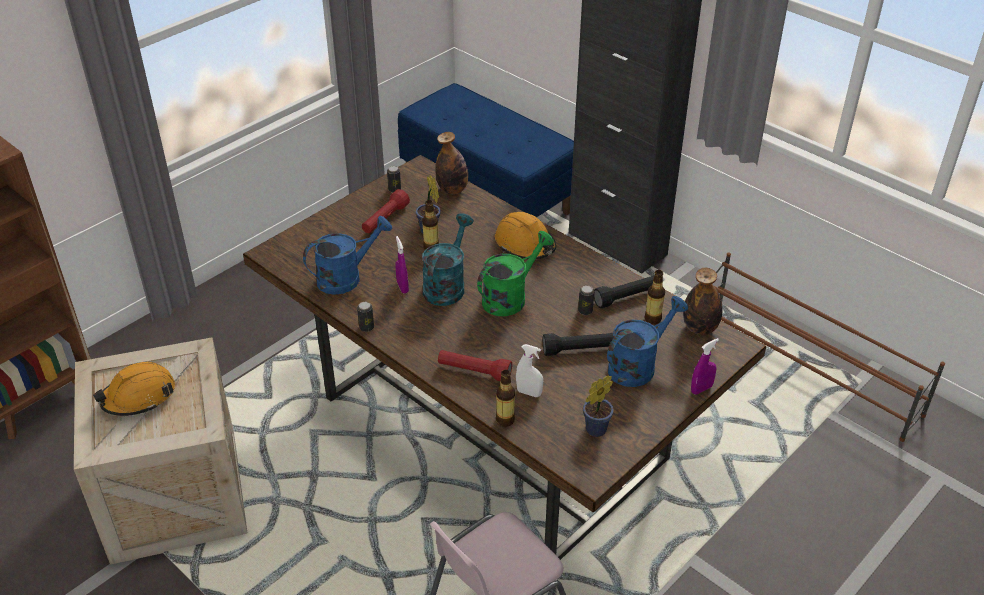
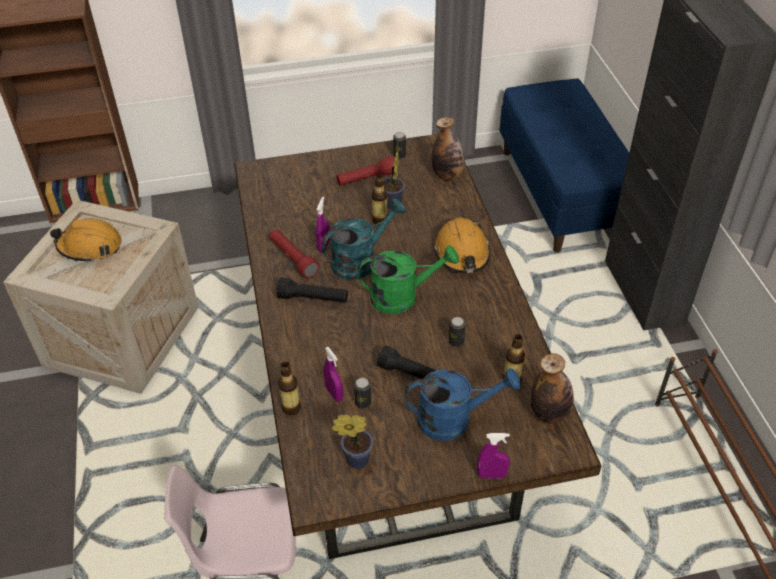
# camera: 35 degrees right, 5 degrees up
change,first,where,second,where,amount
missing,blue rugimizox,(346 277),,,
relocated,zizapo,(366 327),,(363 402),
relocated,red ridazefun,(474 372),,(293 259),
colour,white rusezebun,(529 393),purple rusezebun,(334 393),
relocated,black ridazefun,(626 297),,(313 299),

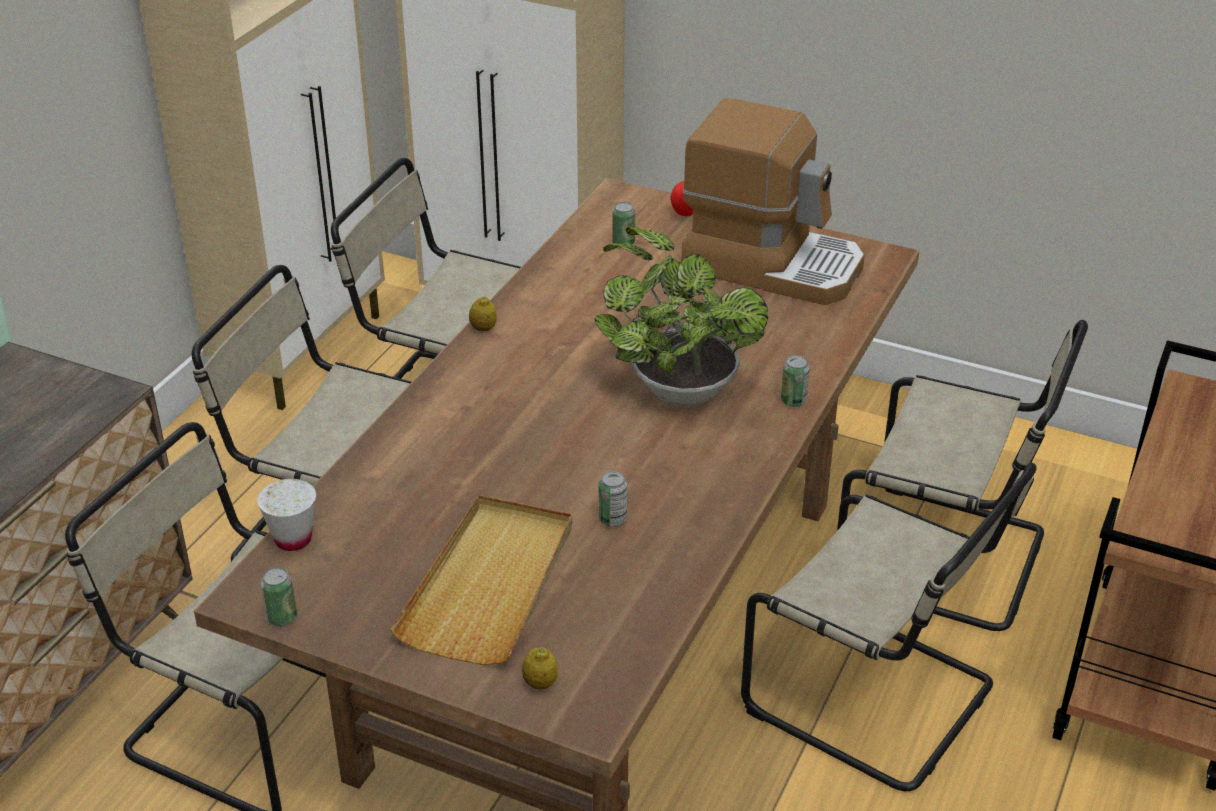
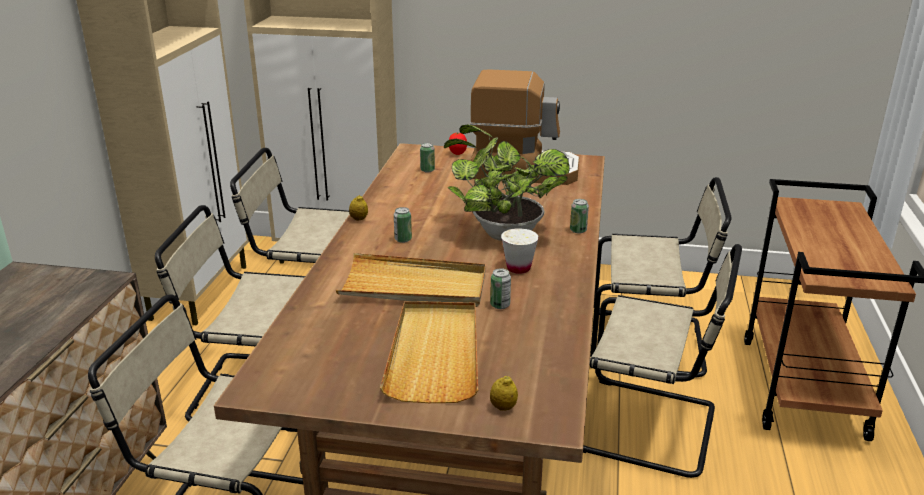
# camera: 15 degrees left, 10 degrees down
change,first,where,second,where,amount
relocated,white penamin,(293 539),,(518 268),
relocated,zizapo,(282 617),,(403 239),
appeared,,,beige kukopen,(414 286),

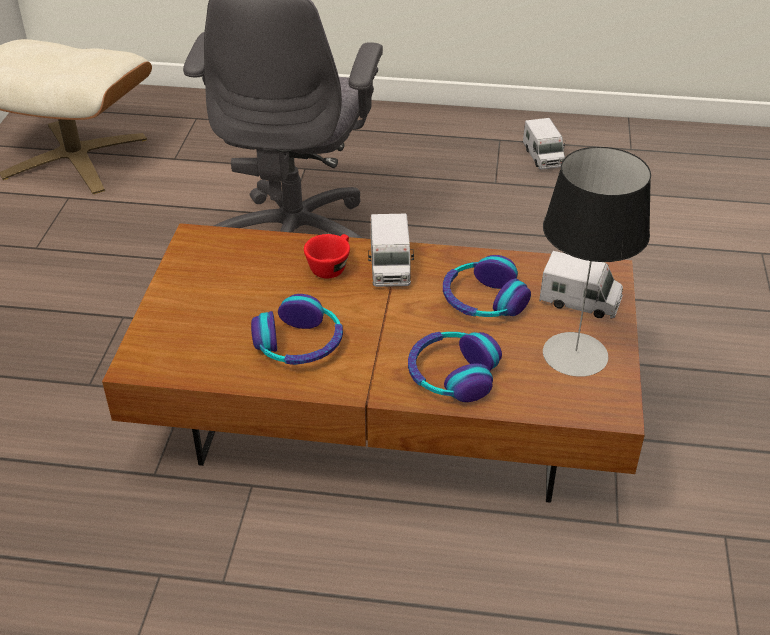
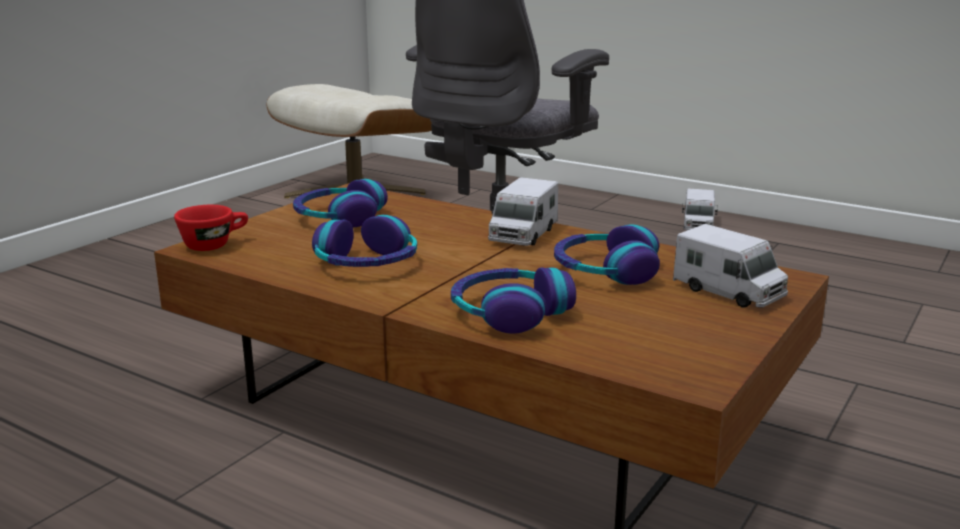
# camera: 25 degrees right, 20 degrees down
change,first,where,second,where,amount
relocated,red penamin,(330 266),,(214 244),
relocated,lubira,(543 156),,(697 225),
missing,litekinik,(575 355),,,
appeared,,,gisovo,(339 218),

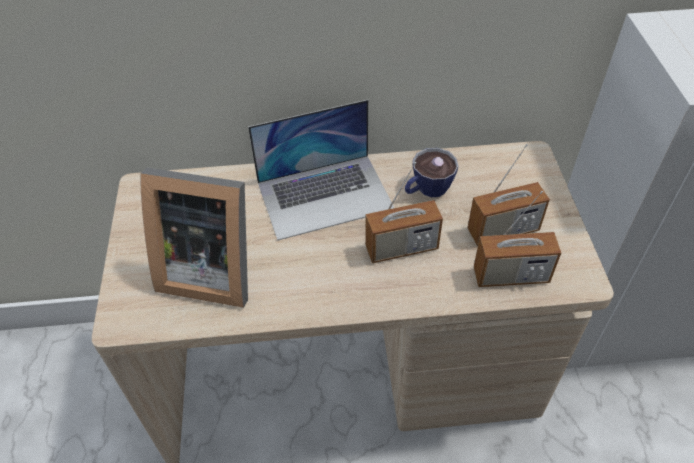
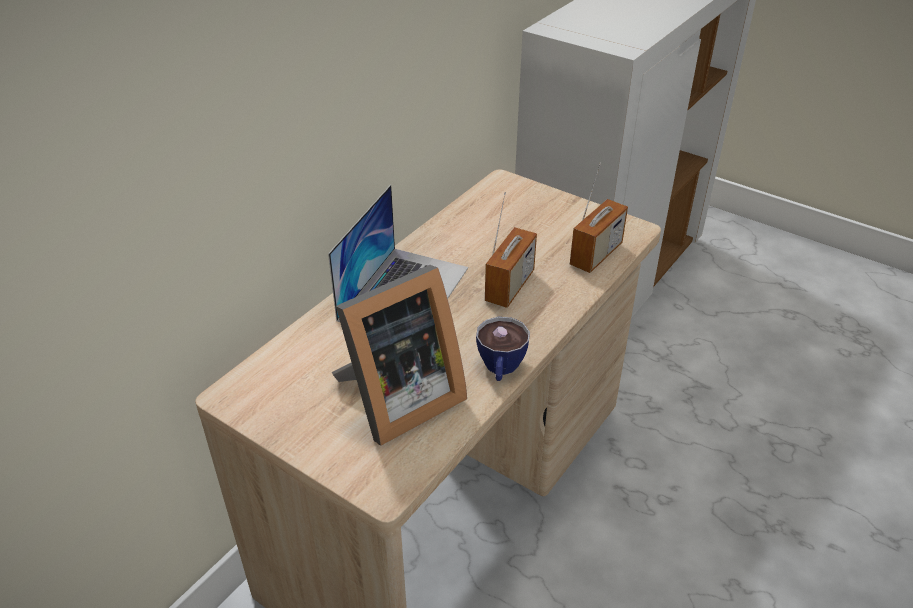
# camera: 50 degrees left, 10 degrees down
change,first,where,second,where,amount
relocated,penamin,(426 190),,(500 369),
missing,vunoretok,(503 230),,,

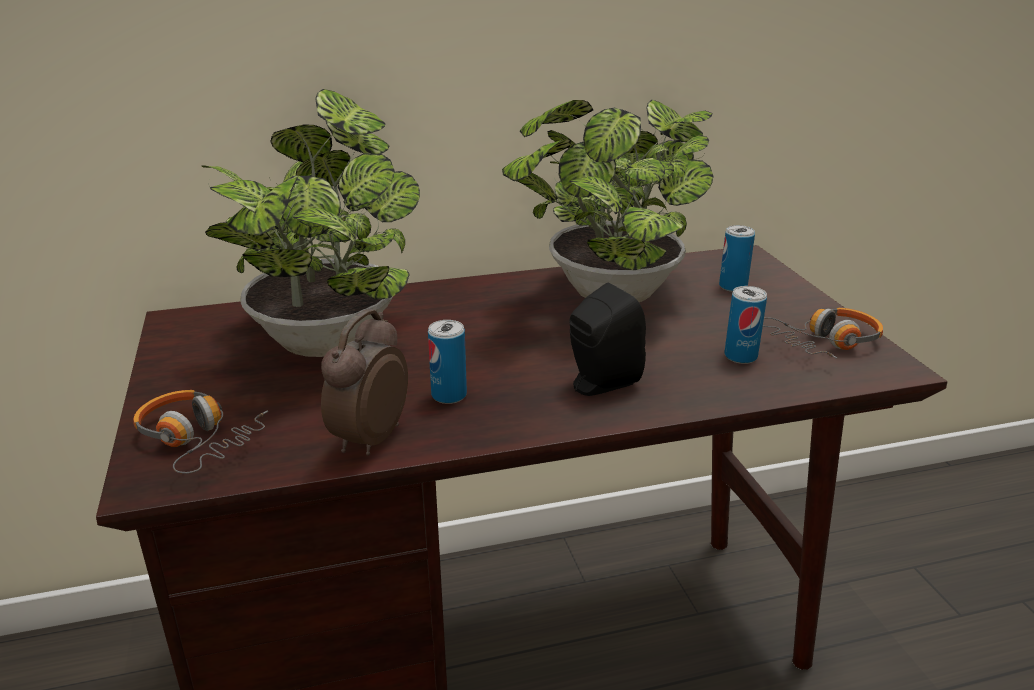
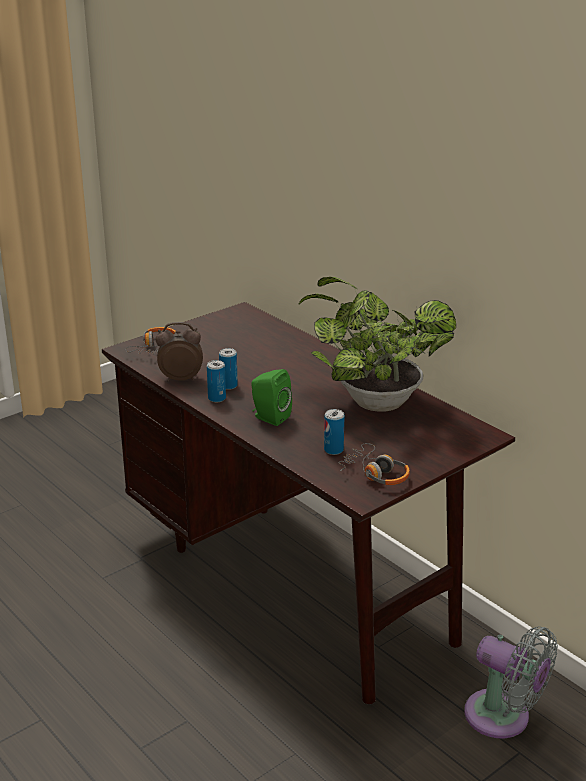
# camera: 65 degrees right, 0 degrees up
change,first,where,second,where,amount
missing,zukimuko,(329 336),,,
colour,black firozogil,(599 384),green firozogil,(269 417),
relocated,zizapo,(733 286),,(217 398),
appeared,,,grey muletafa,(503 718),

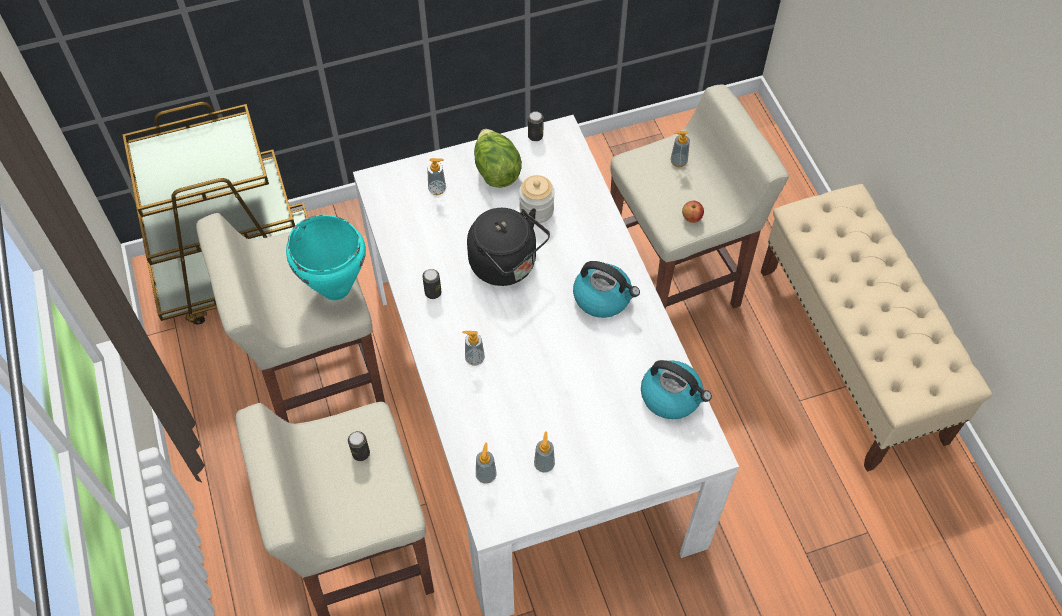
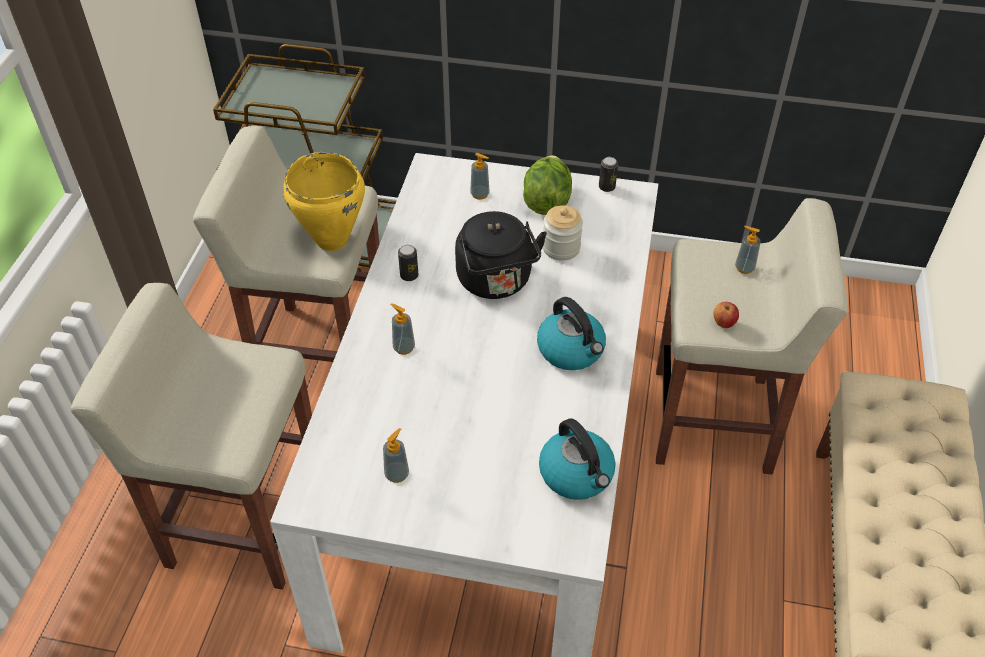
# camera: 30 degrees right, 10 degrees down
change,first,where,second,where,amount
colour,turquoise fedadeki,(336 288),yellow fedadeki,(332 241),
missing,zizapo,(361 453),,,
missing,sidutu,(486 475),,,

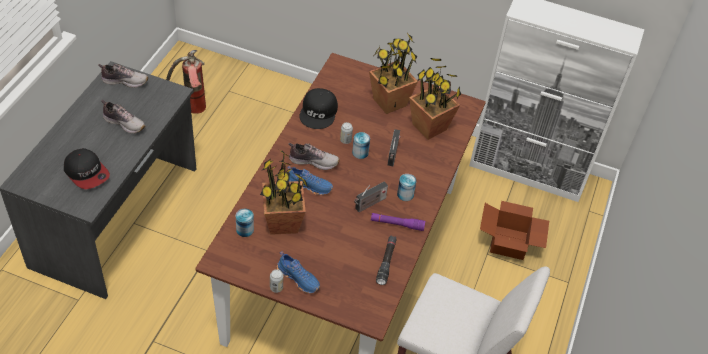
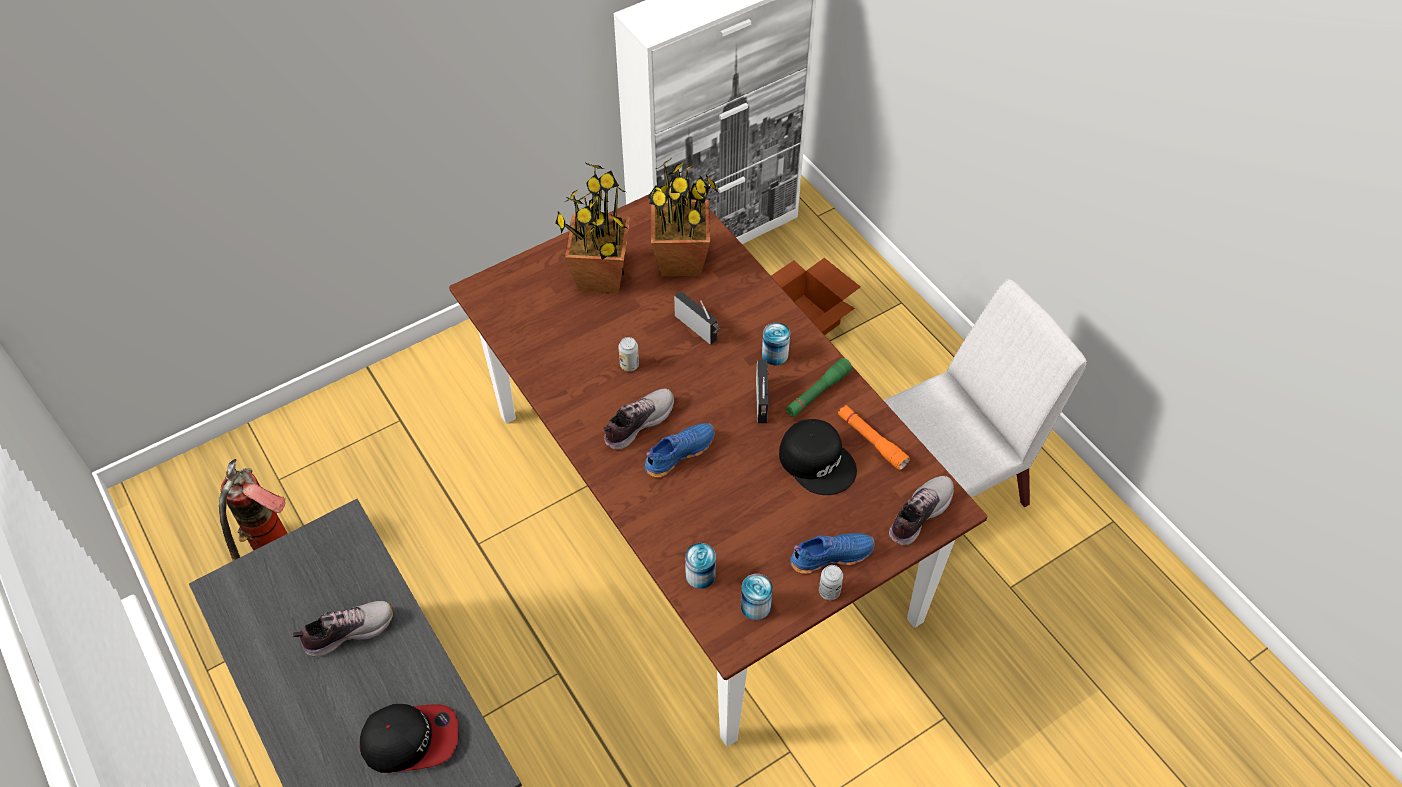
# camera: 50 degrees left, 5 degrees up
change,first,where,second,where,amount
relocated,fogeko,(125 81),,(918 514),
missing,zukimuko,(283 223),,,
relocated,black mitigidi,(319 112),,(818 461),
relocated,zizapo,(360 152),,(755 606),
colour,purple ridazefun,(397 224),green ridazefun,(817 392),
colour,black ridazefun,(386 262),orange ridazefun,(871 441),

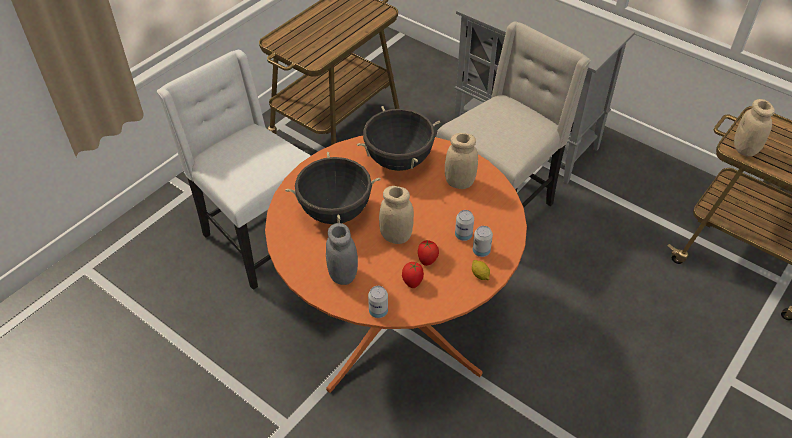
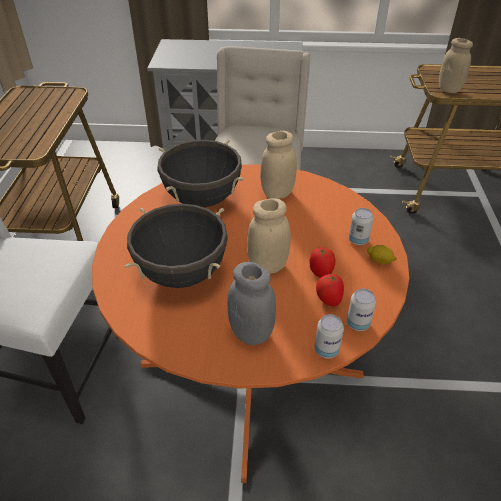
# camera: 35 degrees left, 5 degrees down
change,first,where,second,where,amount
relocated,zizapo,(463 235),,(358 323),

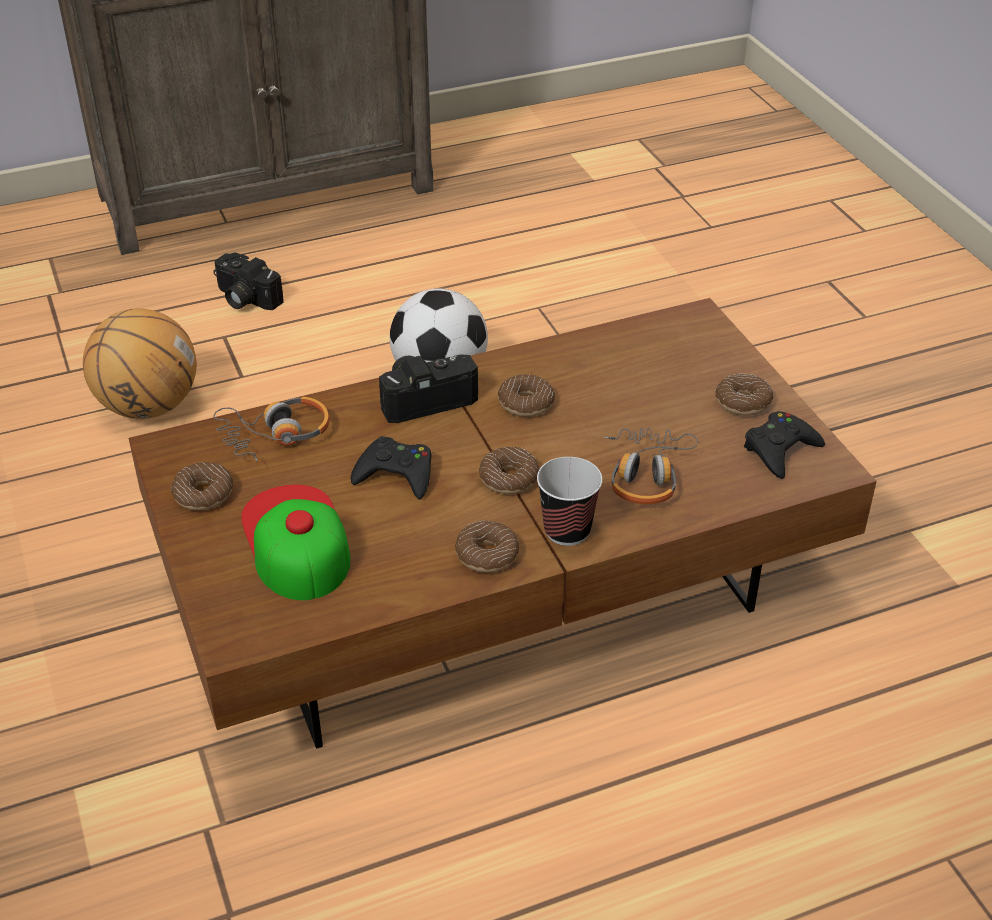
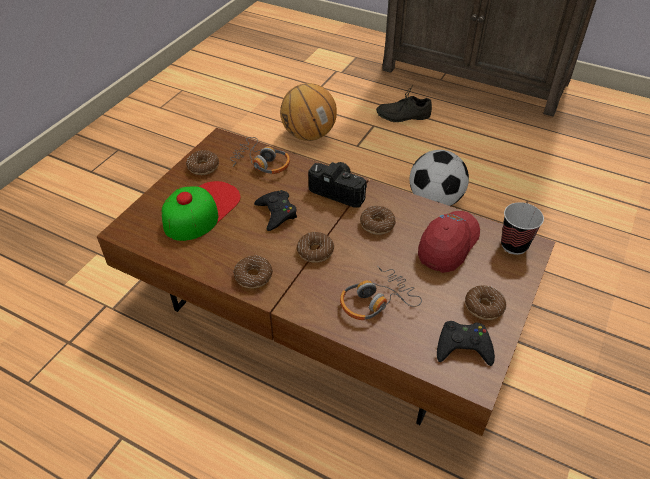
# camera: 50 degrees right, 5 degrees up
change,first,where,second,where,amount
exchanged,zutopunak,(244 298),grey fogeko,(403 115),
relocated,penamin,(567 530),,(514 245),
appeared,,,red mitigidi,(448 245),

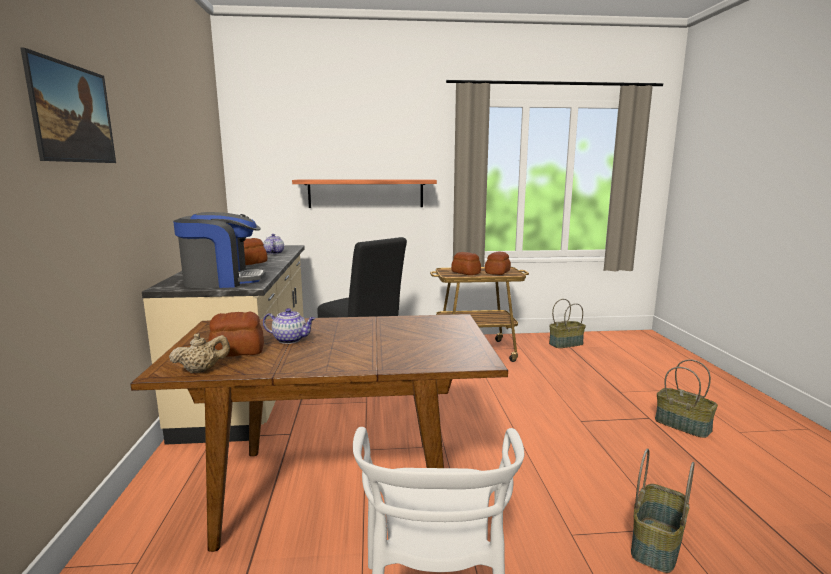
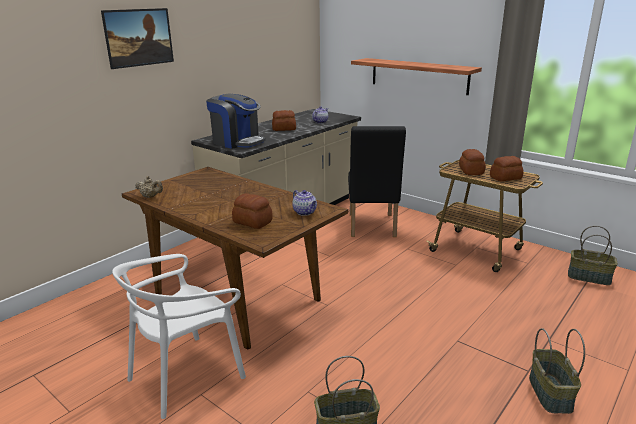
# camera: 45 degrees right, 10 degrees up
change,first,where,second,where,amount
relocated,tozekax,(238 351),,(252 222),
relocated,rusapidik,(291 340),,(305 212),

